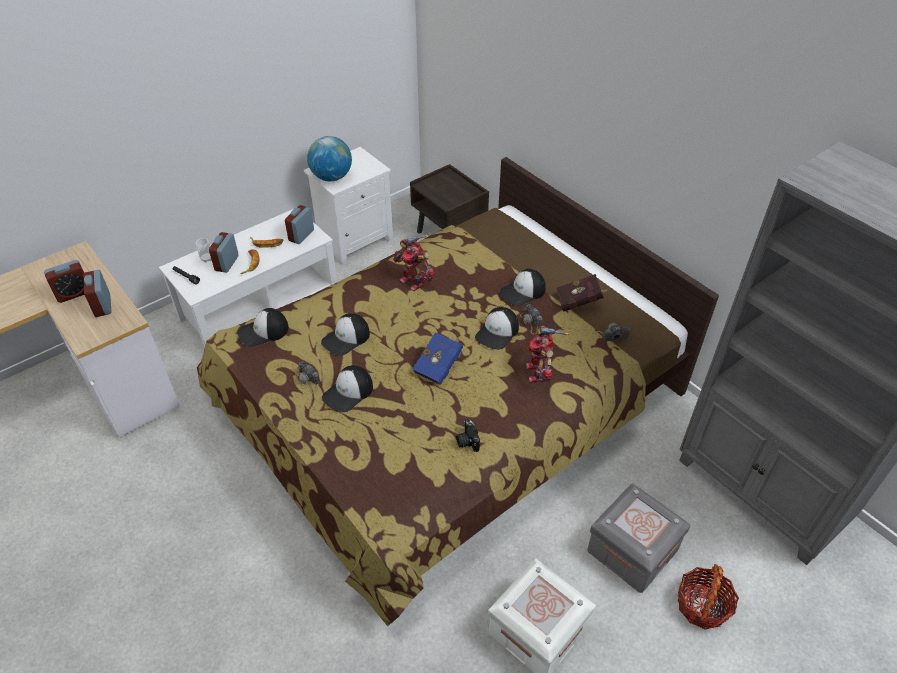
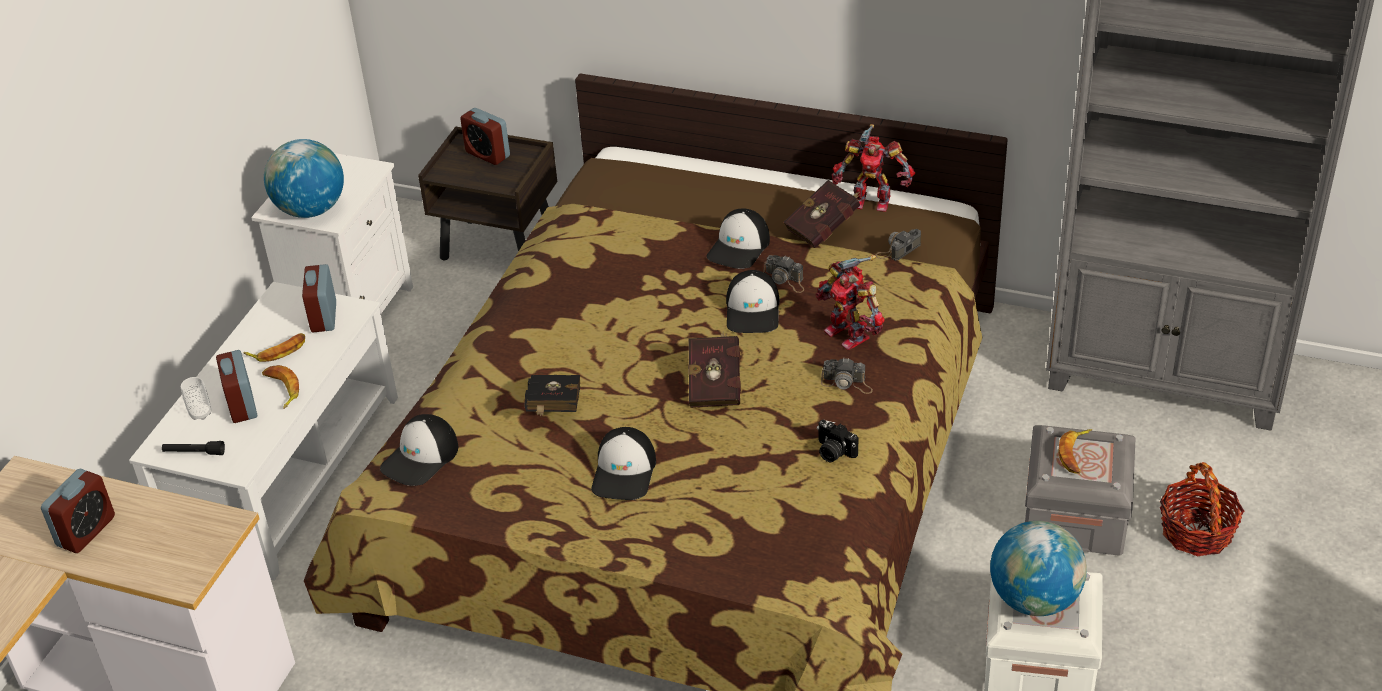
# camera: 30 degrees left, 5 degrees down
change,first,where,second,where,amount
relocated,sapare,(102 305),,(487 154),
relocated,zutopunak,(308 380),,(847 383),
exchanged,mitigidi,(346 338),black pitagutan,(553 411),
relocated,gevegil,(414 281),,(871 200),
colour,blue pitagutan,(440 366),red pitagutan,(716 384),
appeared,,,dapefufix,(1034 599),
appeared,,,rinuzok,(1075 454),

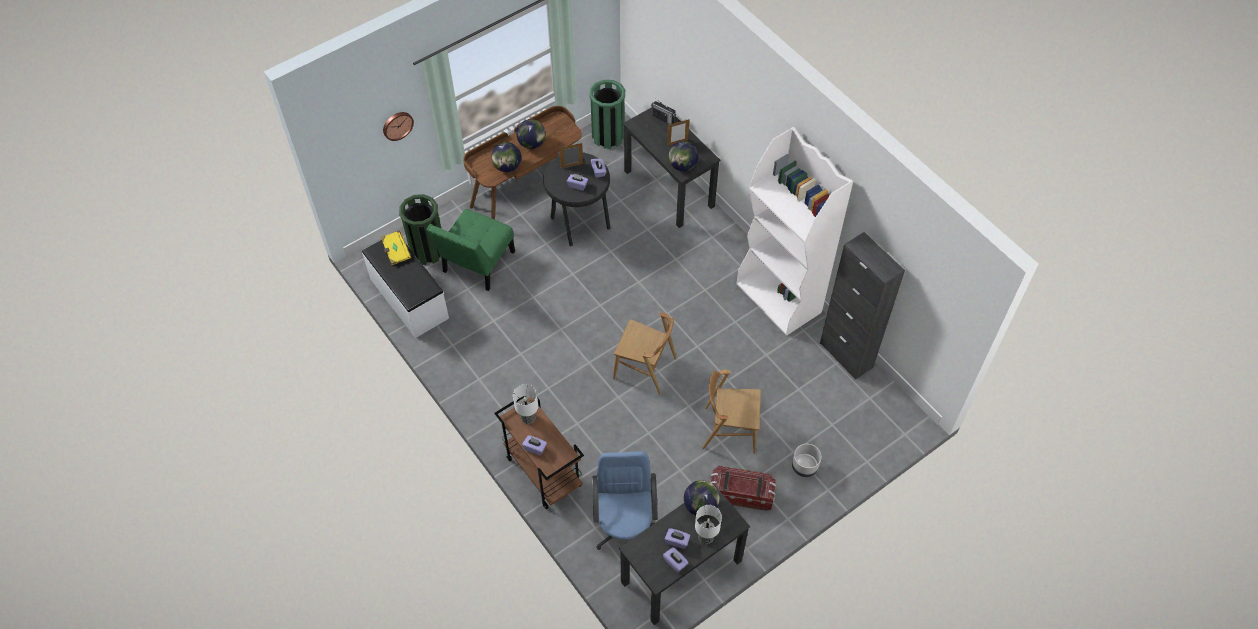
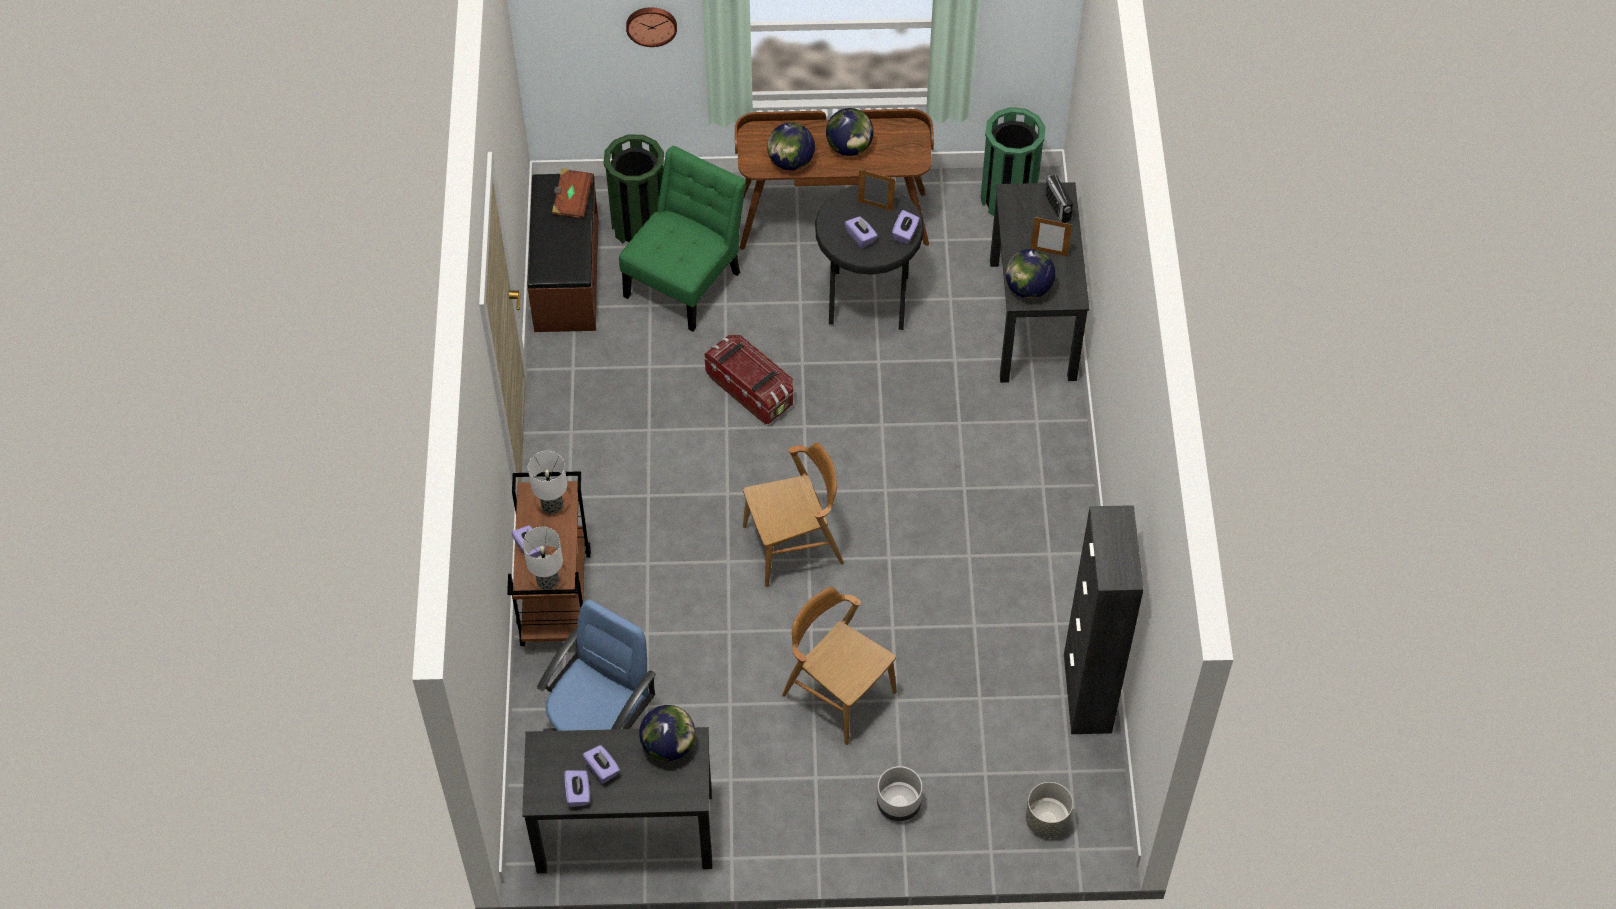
# camera: 35 degrees right, 0 degrees up
change,first,where,second,where,amount
colour,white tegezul,(408 298),brown tegezul,(565 276),
colour,yellow pitagutan,(396 252),brown pitagutan,(572 200),
spun,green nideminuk,(476 265),,(686 280),150 degrees clockwise
spun,brown nideminuk,(645 368),,(793 545),75 degrees counterclockwise
relocated,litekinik,(705 537),,(547 581),
relocated,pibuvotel,(740 494),,(750 389),
missing,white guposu,(779 298),,,
appeared,,,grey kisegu,(1047 821),

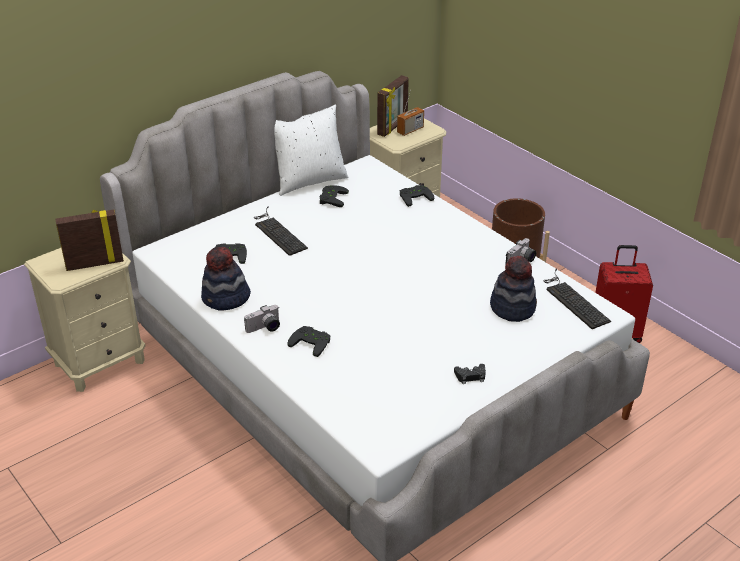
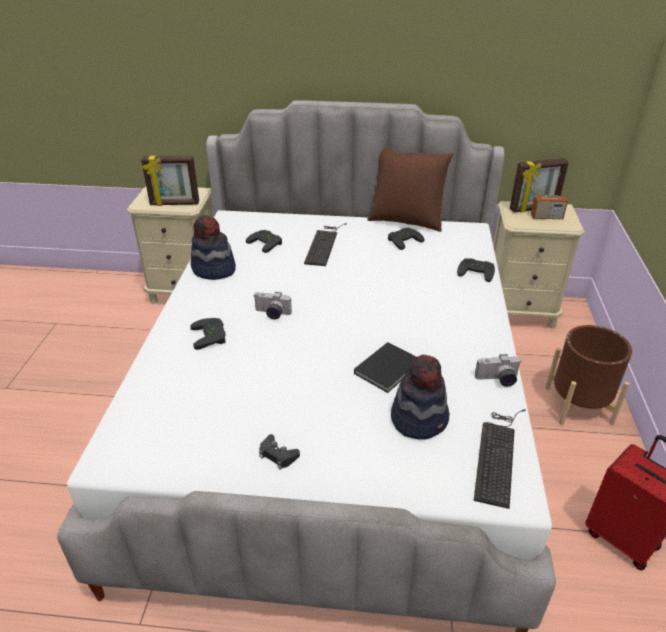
# camera: 45 degrees right, 0 degrees up
change,first,where,second,where,amount
spun,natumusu,(94 263),,(174 204),150 degrees clockwise
relocated,zutopunak,(265 328),,(272 314),
colour,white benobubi,(309 181),brown benobubi,(406 220),
appeared,,,black pitagutan,(389 368),

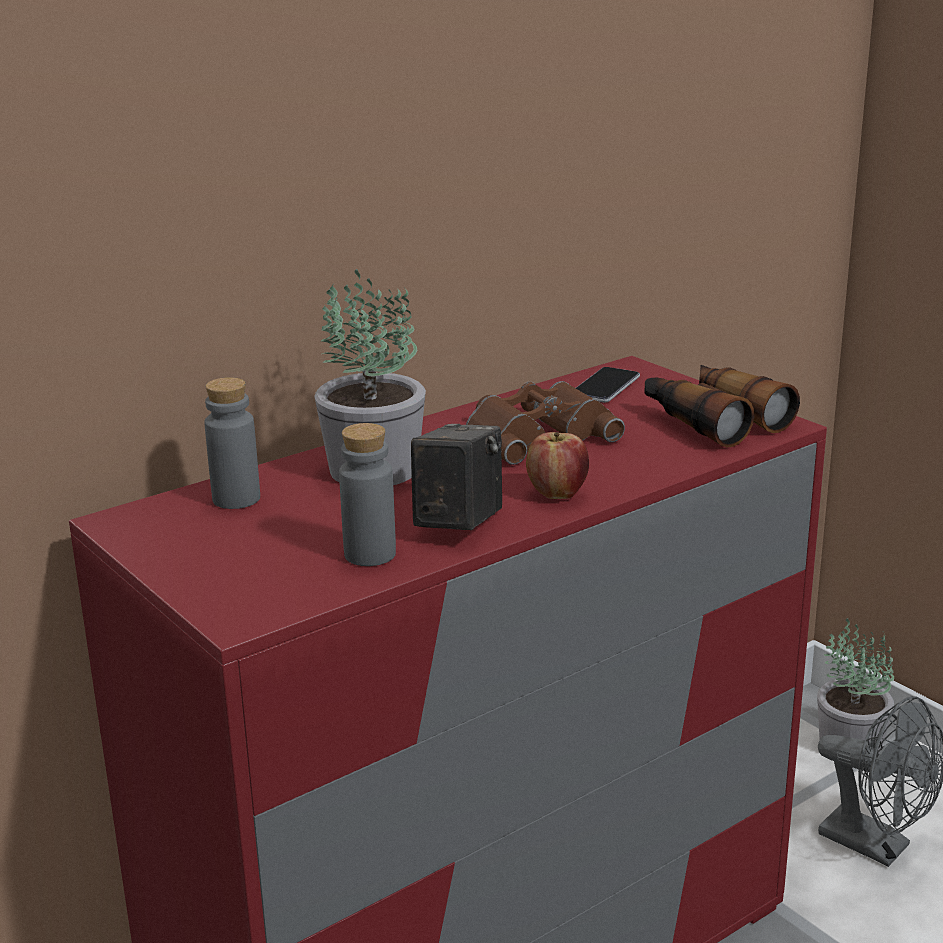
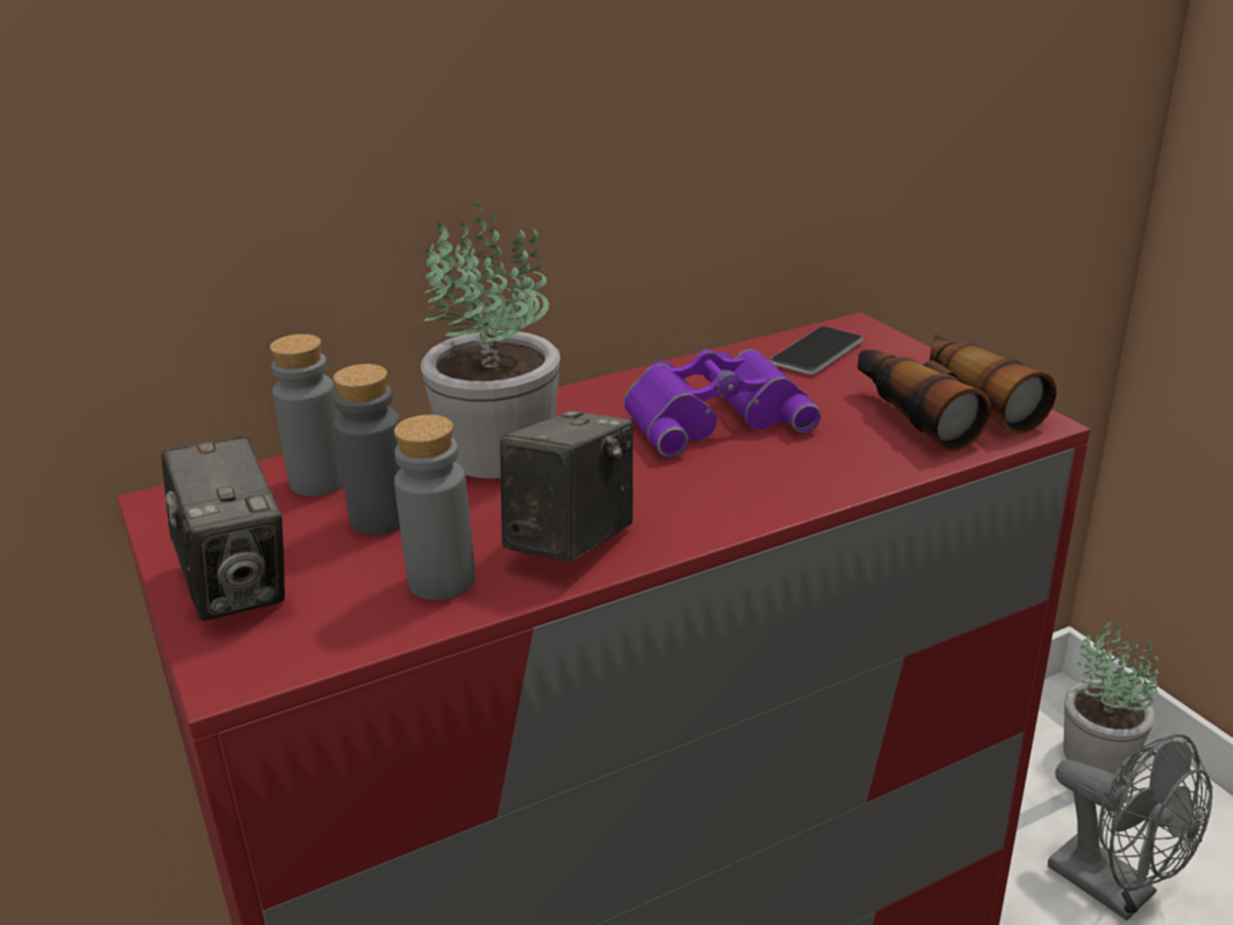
# camera: 10 degrees right, 5 degrees up
change,first,where,second,where,amount
colour,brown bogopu,(537 434),purple bogopu,(713 415),
missing,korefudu,(557 494),,,
appeared,,,zutopunak,(237 586),
appeared,,,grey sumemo,(381 519),

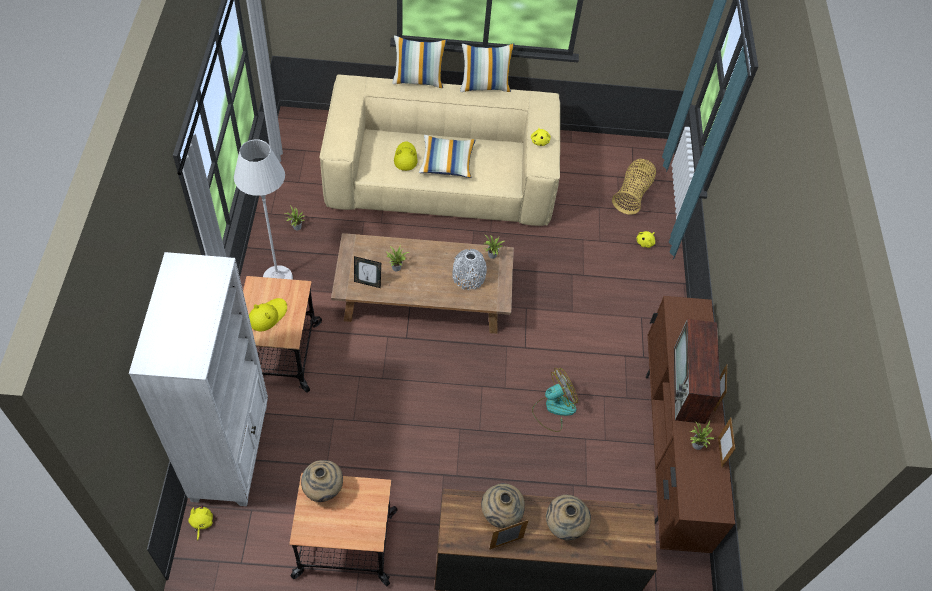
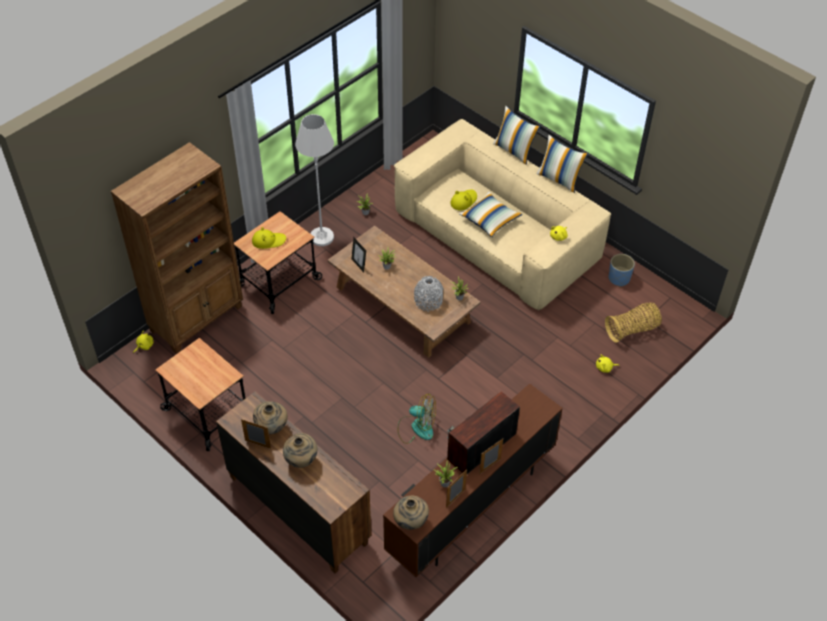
# camera: 45 degrees right, 5 degrees down
change,first,where,second,where,amount
colour,white guposu,(231 451),brown guposu,(197 318),
relocated,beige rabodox,(323 490),,(410 522),
appeared,,,blue kisegu,(619 278),

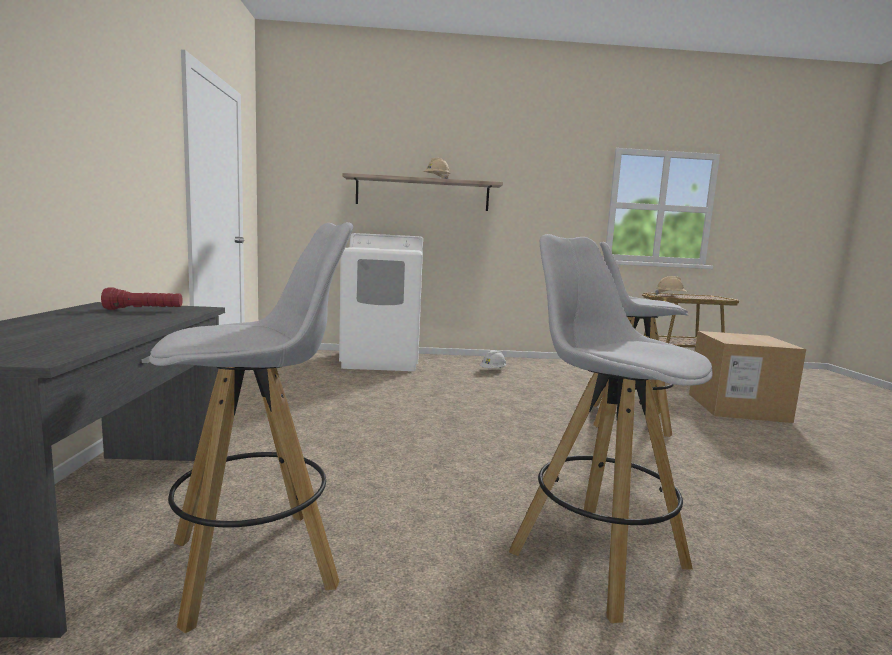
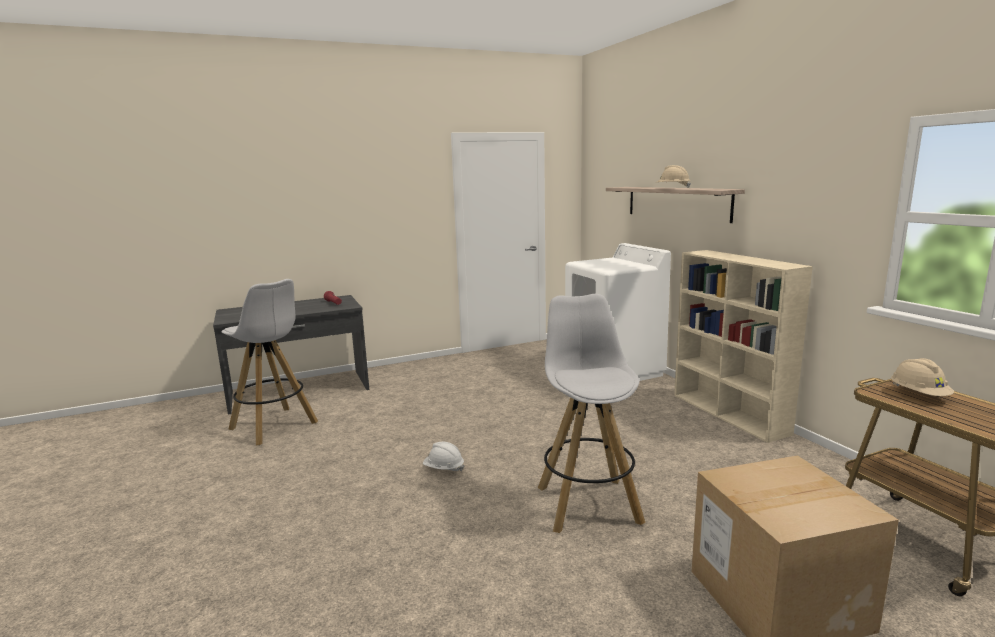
# camera: 70 degrees right, 5 degrees up
change,first,where,second,where,amount
relocated,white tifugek,(493 370),,(443 469),
missing,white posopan,(596 558),,,
appeared,,,beige guposu,(730 414),

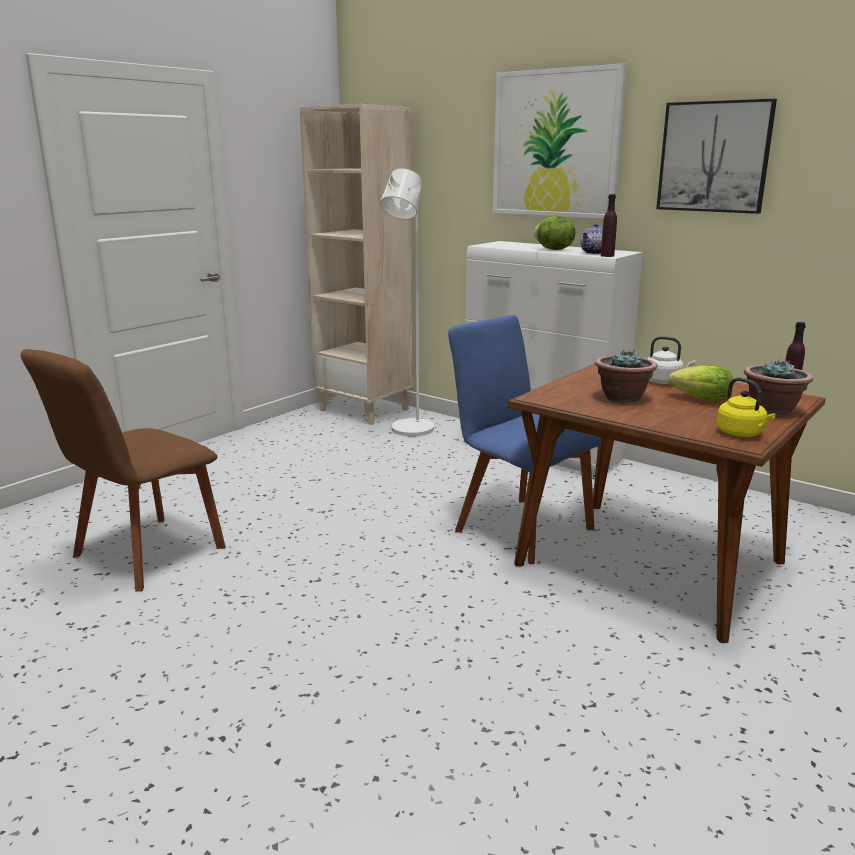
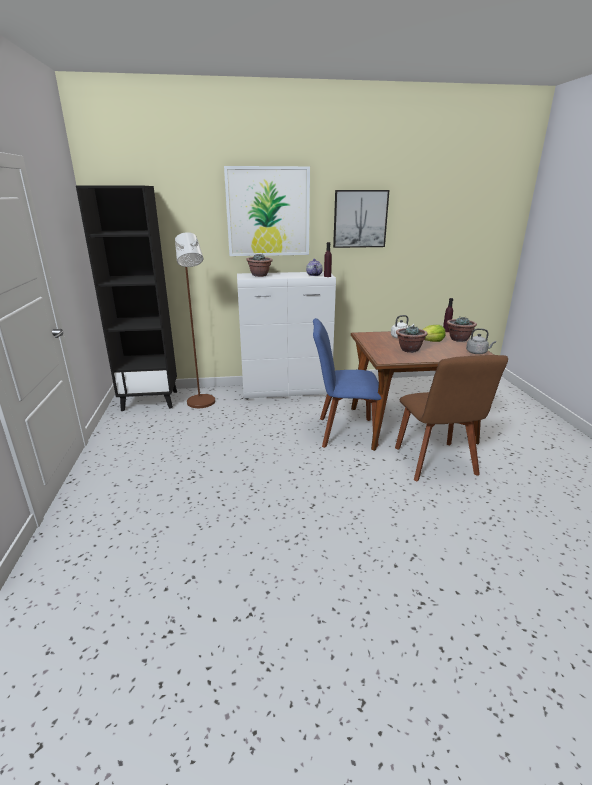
# camera: 45 degrees left, 5 degrees up
change,first,where,second,where,amount
relocated,brown nideminuk,(143 555),,(436 463),
colour,beige guposu,(365 410),black guposu,(150 400),
colour,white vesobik,(409 431),brown vesobik,(202 404),
missing,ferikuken,(553 250),,,
colour,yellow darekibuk,(742 434),grey darekibuk,(477 352),
appeared,,,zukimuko,(260 275),

